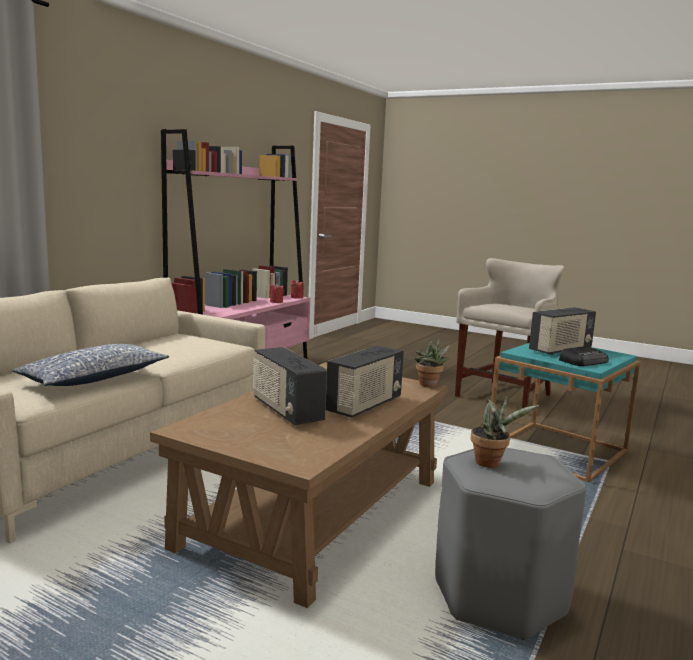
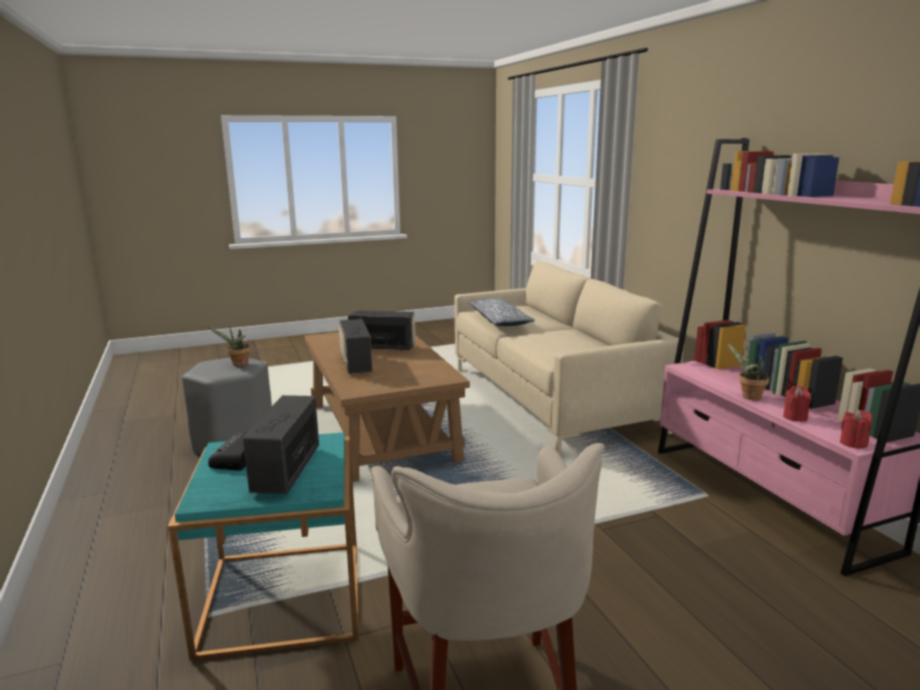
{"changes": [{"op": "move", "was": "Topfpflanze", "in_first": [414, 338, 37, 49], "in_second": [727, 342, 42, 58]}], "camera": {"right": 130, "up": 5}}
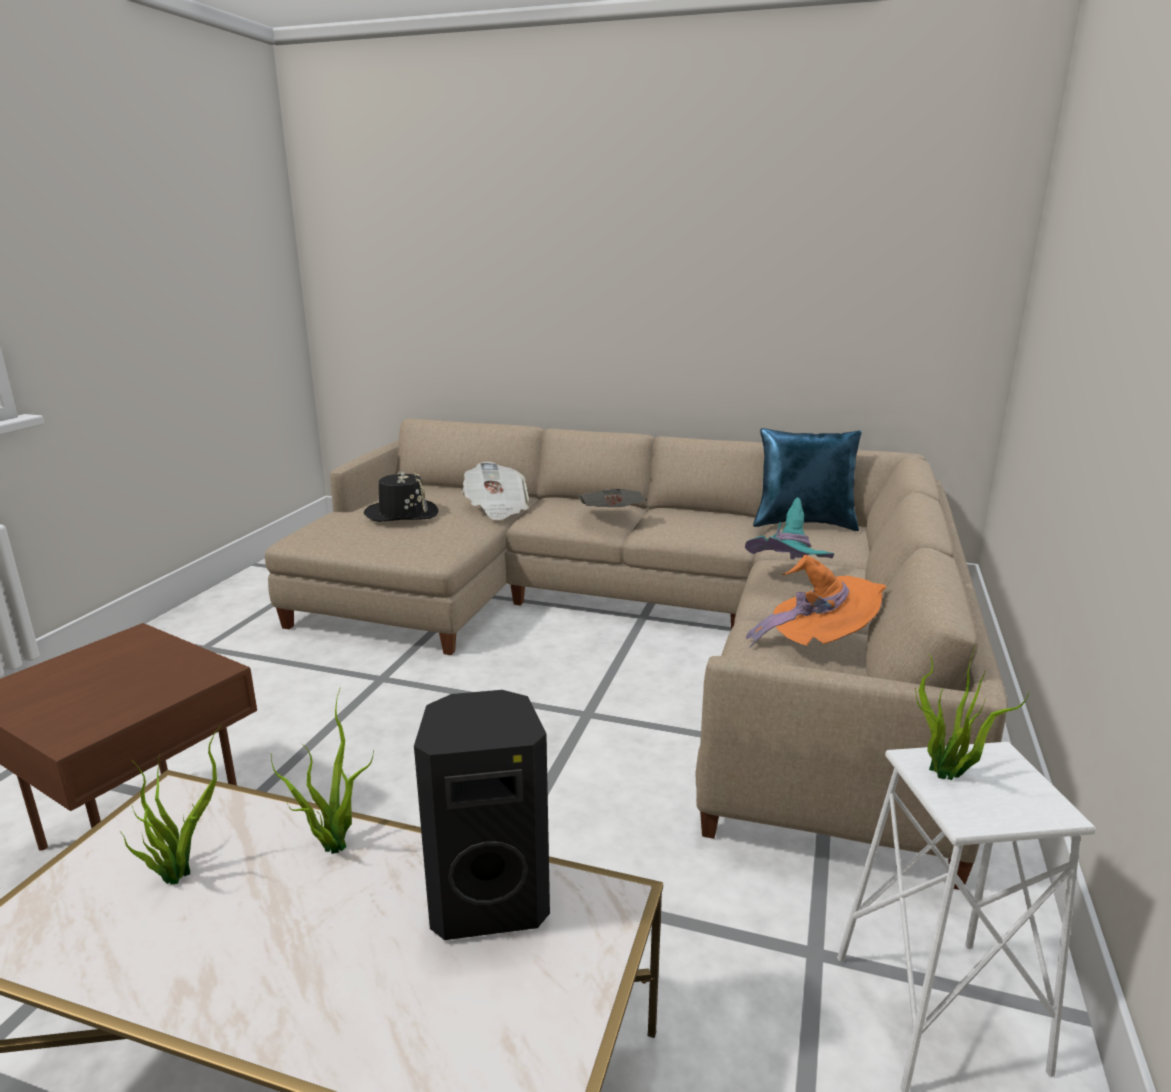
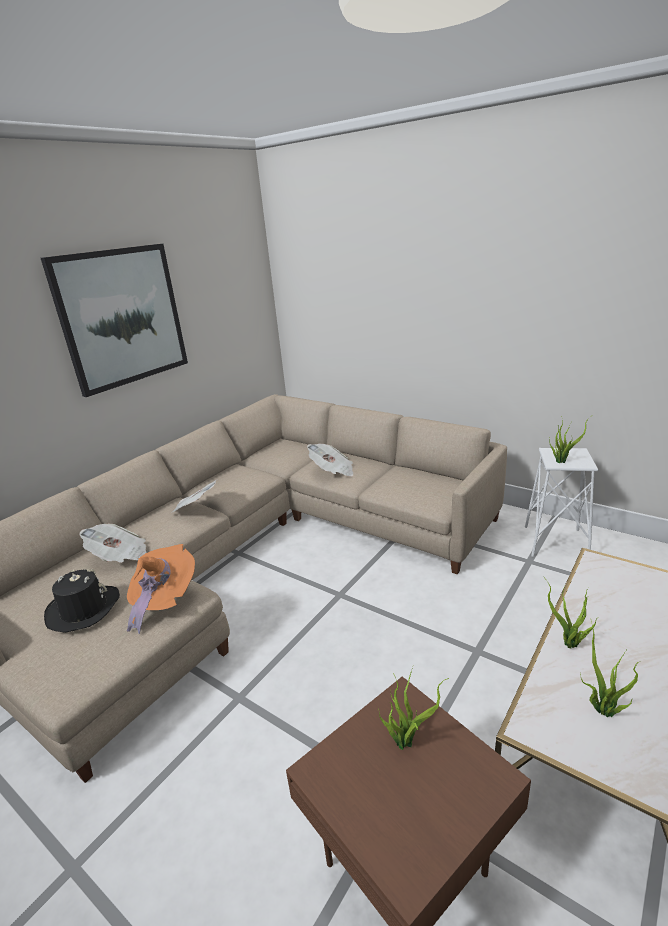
{"changes": [{"op": "insert", "now": "Bild", "in_second": [41, 244, 147, 153]}, {"op": "move", "was": "Hut (orange)", "in_first": [746, 555, 141, 93], "in_second": [127, 544, 68, 90]}, {"op": "replace", "was": "Hut (türkis)", "now": "Zeitung", "in_first": [745, 497, 89, 63], "in_second": [307, 444, 46, 33]}, {"op": "insert", "now": "Topfpflanze", "in_second": [378, 667, 71, 83]}, {"op": "delete", "was": "Lautsprecher (schwarz)", "in_first": [414, 690, 136, 250]}, {"op": "delete", "was": "Kissen (blau)", "in_first": [753, 428, 109, 103]}], "camera": {"right": -70, "up": 5}}
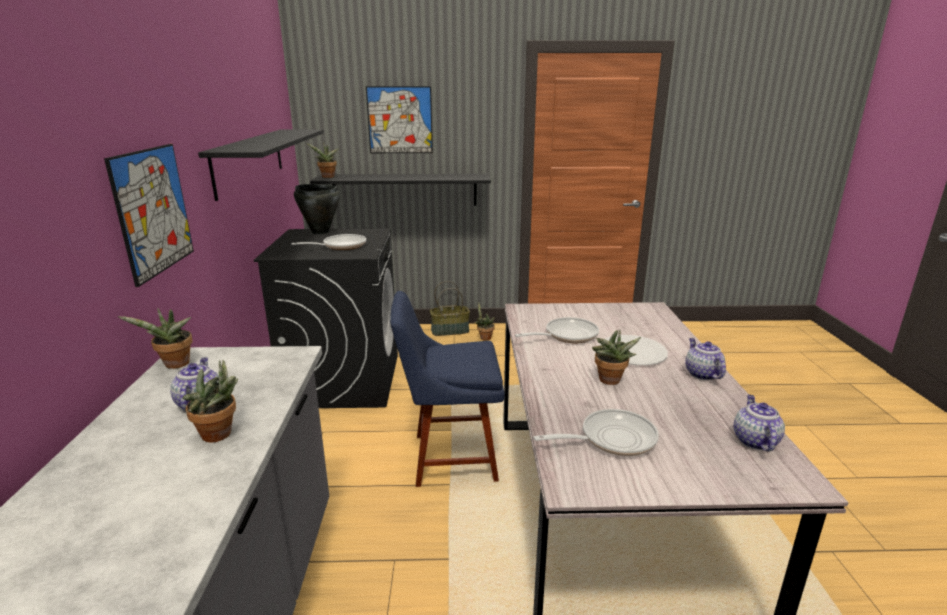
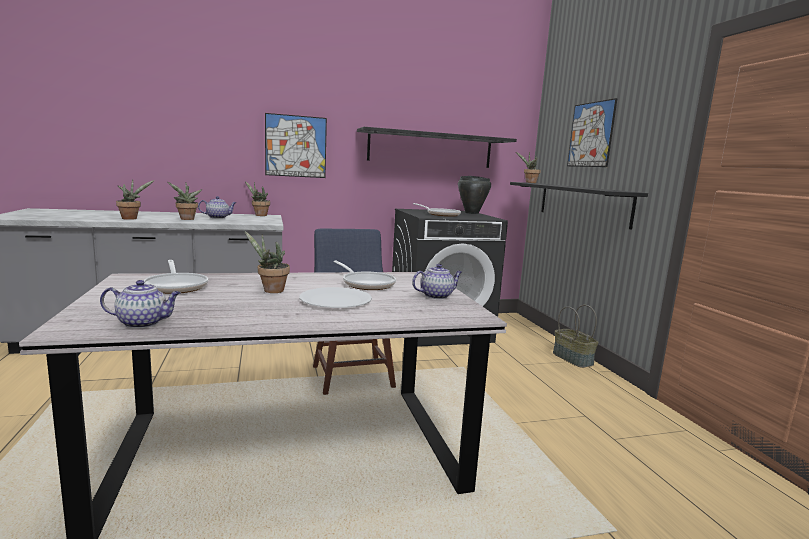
{"changes": [{"op": "move", "was": "Topfpflanze", "in_first": [474, 302, 21, 38], "in_second": [116, 179, 39, 41]}, {"op": "move", "was": "Teekanne", "in_first": [685, 338, 41, 42], "in_second": [412, 264, 50, 35]}], "camera": {"right": 75, "up": -10}}
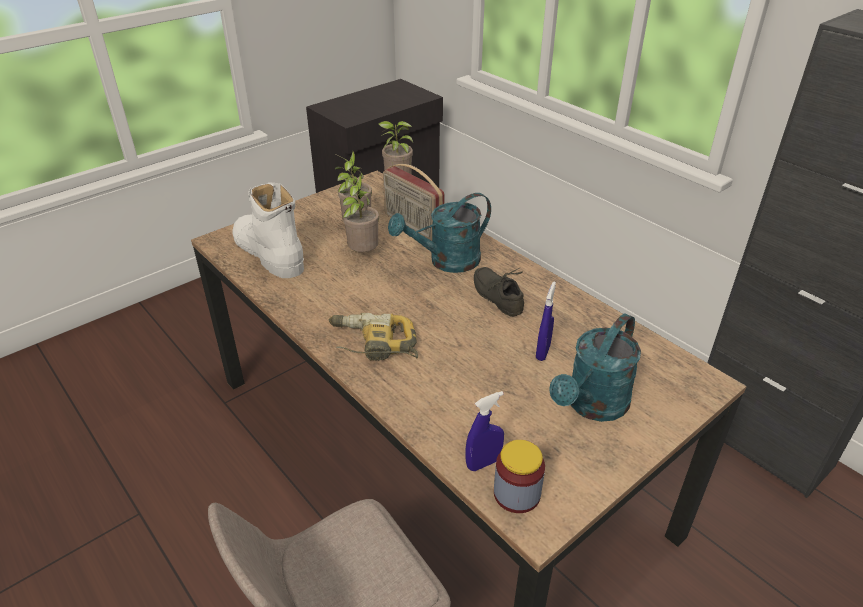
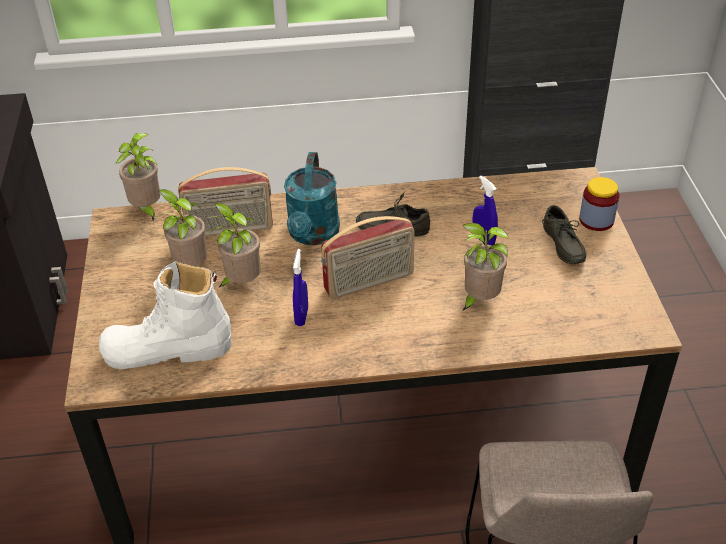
{"changes": [{"op": "move", "was": "Sprühflasche (blau)", "in_first": [465, 391, 39, 80], "in_second": [293, 249, 15, 77]}, {"op": "insert", "now": "Radio", "in_second": [321, 216, 94, 83]}, {"op": "insert", "now": "Topfpflanze", "in_second": [462, 223, 46, 88]}, {"op": "replace", "was": "Gießkanne (türkis)", "now": "Schuh (grau)", "in_first": [549, 314, 92, 108], "in_second": [542, 205, 44, 59]}, {"op": "move", "was": "Vorratsglas", "in_first": [494, 440, 51, 73], "in_second": [579, 177, 40, 54]}, {"op": "delete", "was": "Bohrmaschine", "in_first": [329, 313, 89, 48]}], "camera": {"right": -55, "up": 5}}
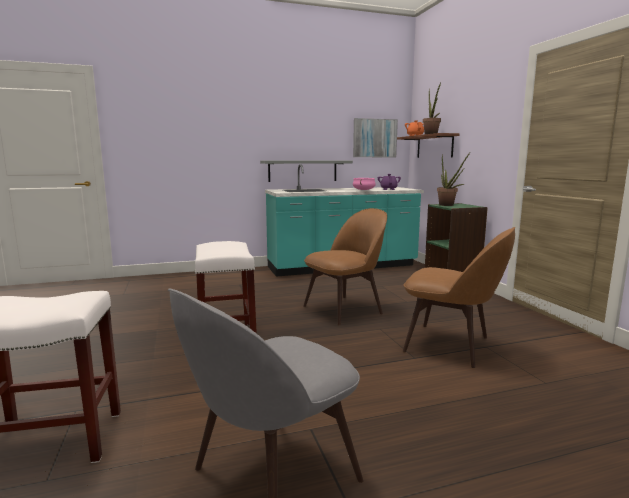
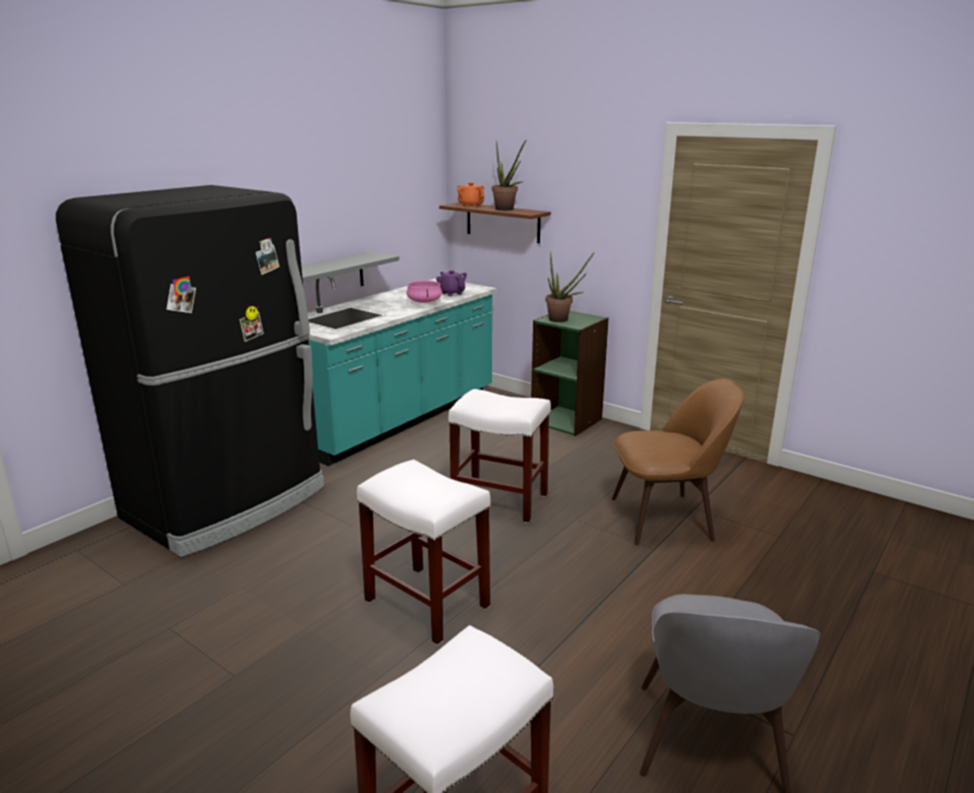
{"changes": [{"op": "insert", "now": "Kühlschrank (schwarz)", "in_second": [56, 185, 268, 372]}, {"op": "replace", "was": "Stuhl (braun)", "now": "Hocker (weiß)", "in_first": [303, 208, 84, 117], "in_second": [448, 389, 103, 134]}, {"op": "delete", "was": "Bild", "in_first": [353, 118, 45, 39]}], "camera": {"right": -35, "up": 10}}
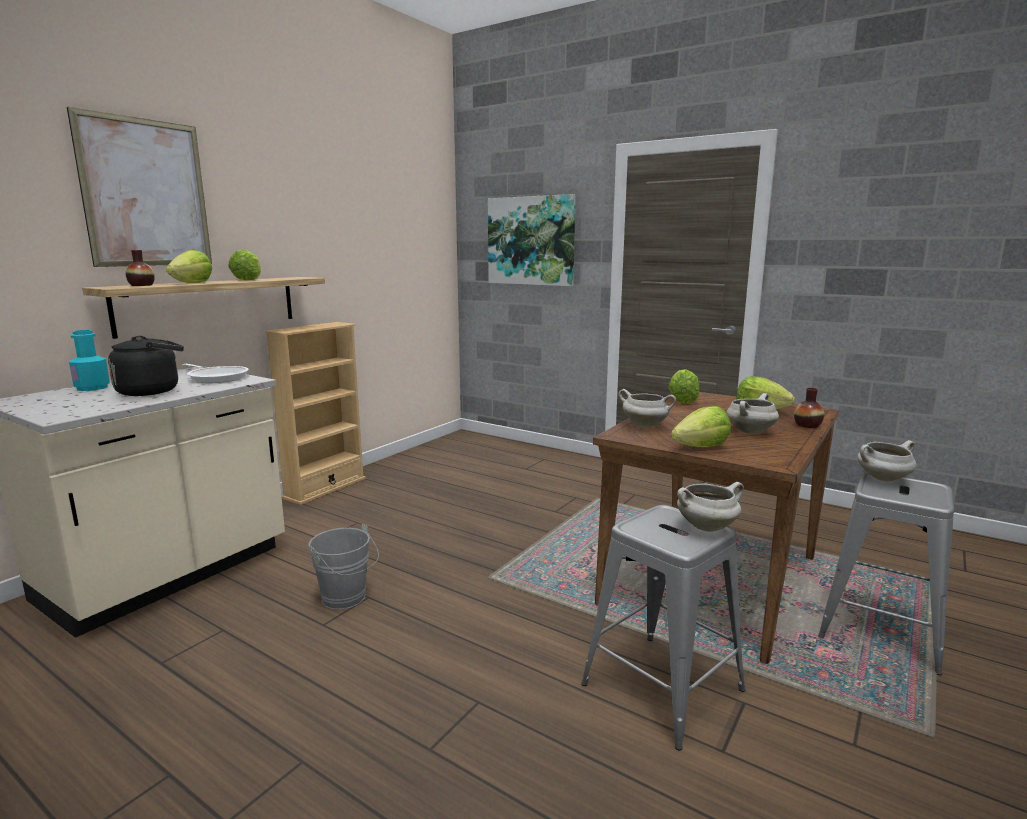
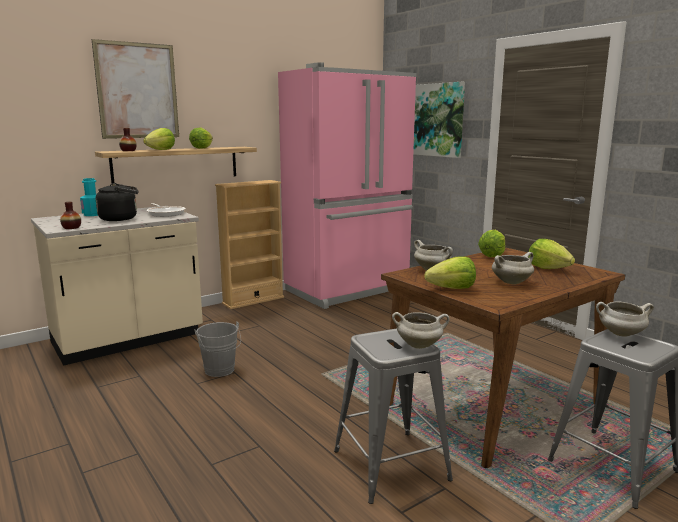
{"changes": [{"op": "move", "was": "Vase", "in_first": [794, 388, 30, 40], "in_second": [60, 202, 21, 27]}, {"op": "insert", "now": "Kühlschrank (rosa)", "in_second": [278, 62, 139, 247]}], "camera": {"right": 20, "up": 0}}
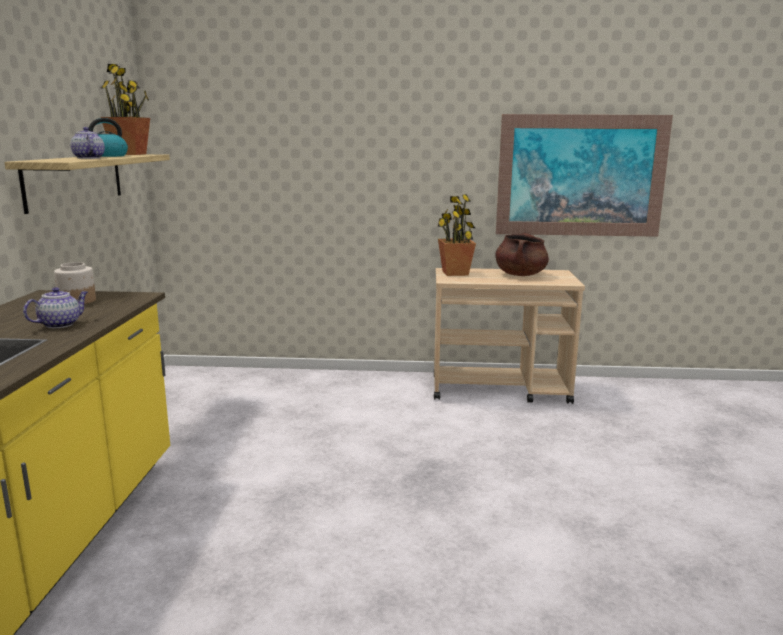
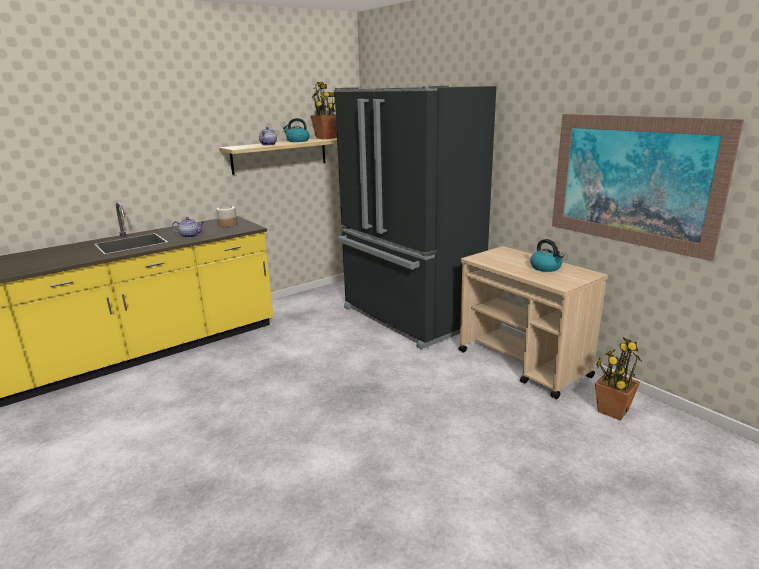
{"changes": [{"op": "insert", "now": "Kühlschrank (schwarz)", "in_second": [334, 86, 162, 263]}, {"op": "replace", "was": "Kochtopf (braun)", "now": "Wasserkessel", "in_first": [495, 233, 54, 43], "in_second": [530, 239, 34, 33]}, {"op": "move", "was": "Topfpflanze", "in_first": [437, 194, 39, 82], "in_second": [595, 338, 46, 83]}], "camera": {"right": 50, "up": 5}}
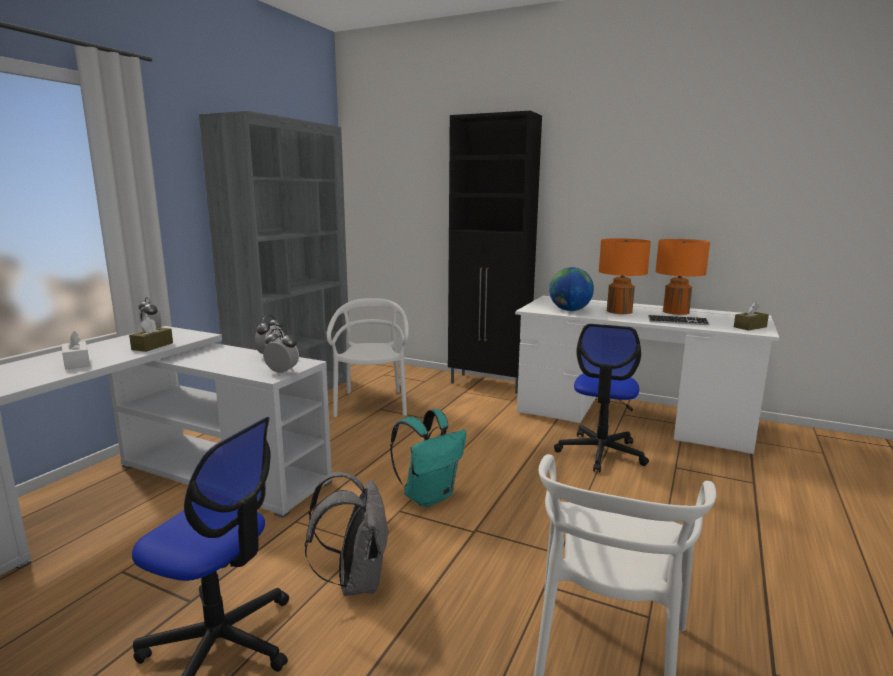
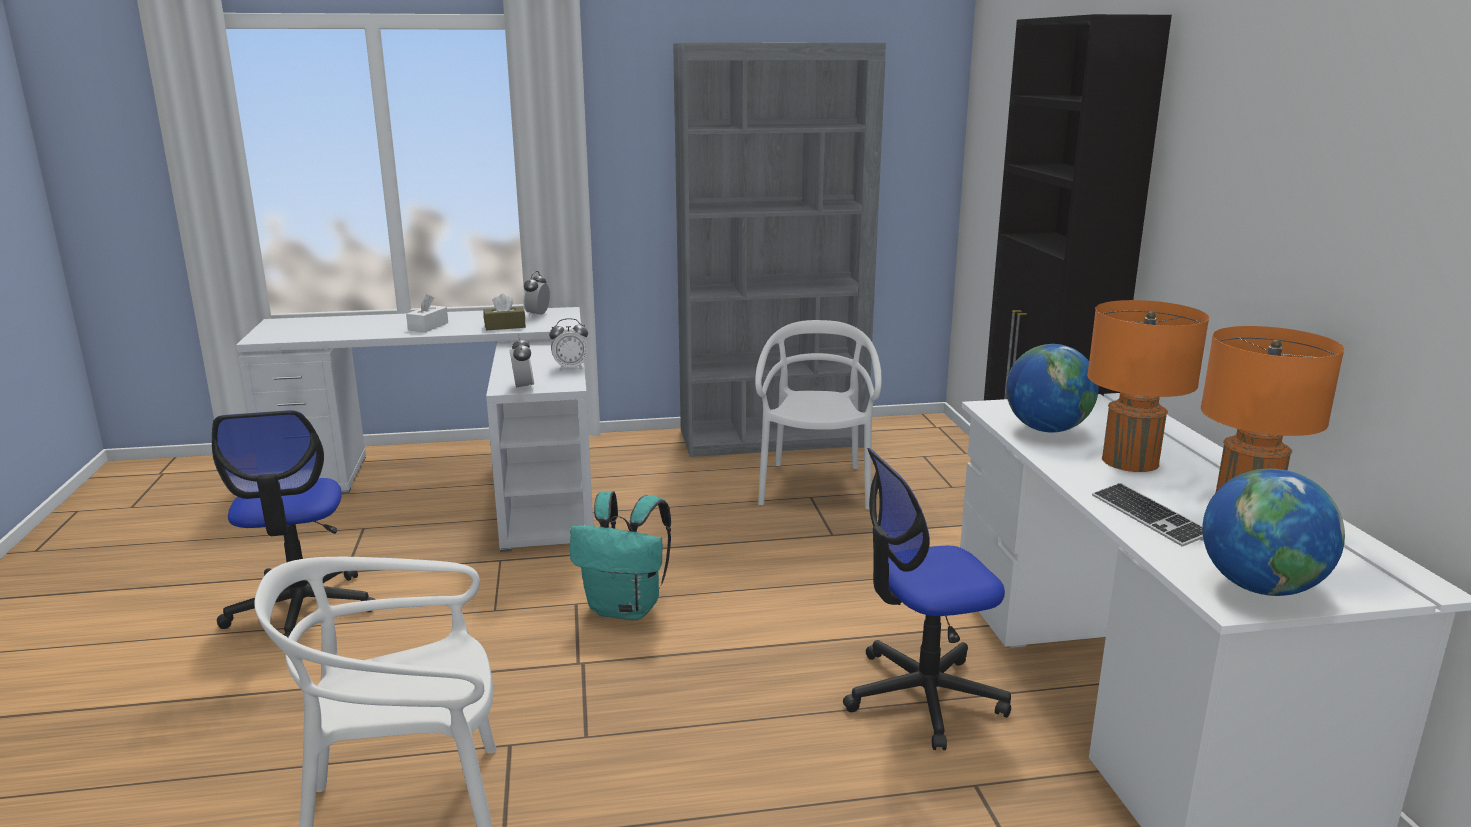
{"changes": [{"op": "rotate", "was": "Stuhl (weiß)", "in_first": [327, 298, 82, 119], "in_second": [755, 320, 127, 190], "clockwise": -45}, {"op": "replace", "was": "Taschentuchbox (braun)", "now": "Globus", "in_first": [734, 302, 35, 28], "in_second": [1202, 469, 143, 127]}, {"op": "delete", "was": "Rucksack (grau)", "in_first": [305, 472, 84, 124]}], "camera": {"right": 55, "up": 5}}
